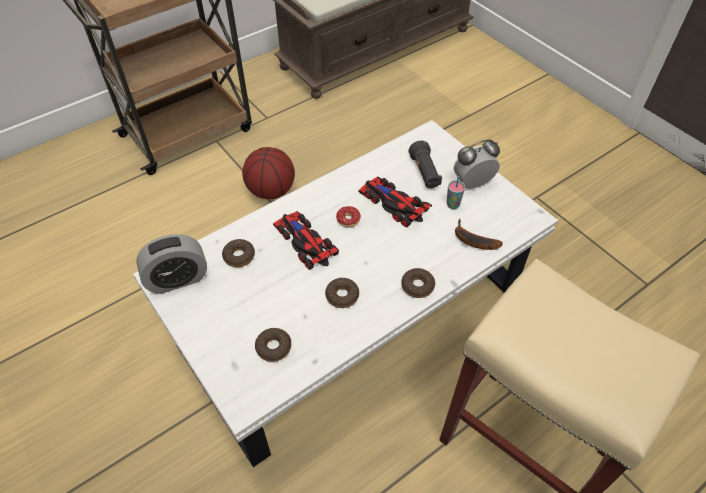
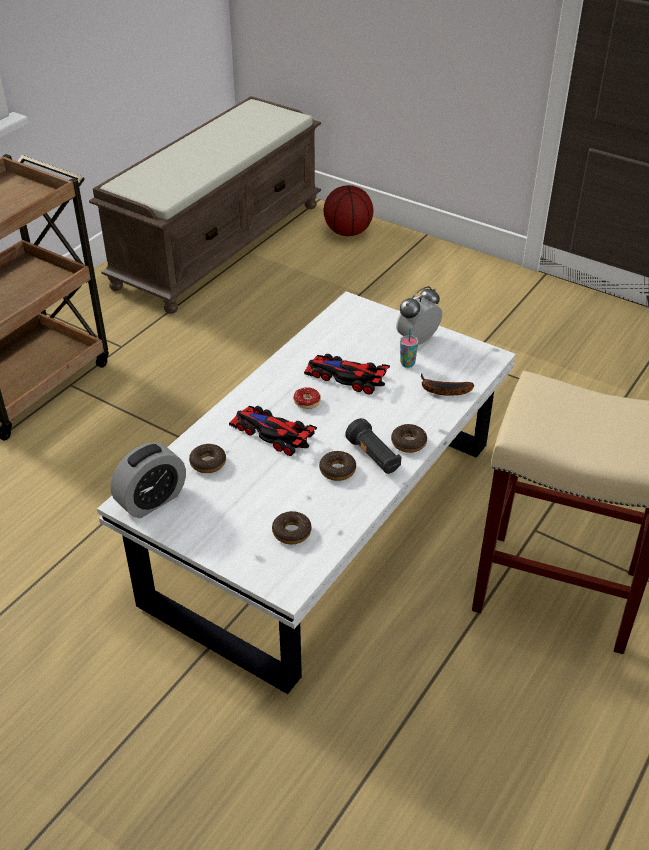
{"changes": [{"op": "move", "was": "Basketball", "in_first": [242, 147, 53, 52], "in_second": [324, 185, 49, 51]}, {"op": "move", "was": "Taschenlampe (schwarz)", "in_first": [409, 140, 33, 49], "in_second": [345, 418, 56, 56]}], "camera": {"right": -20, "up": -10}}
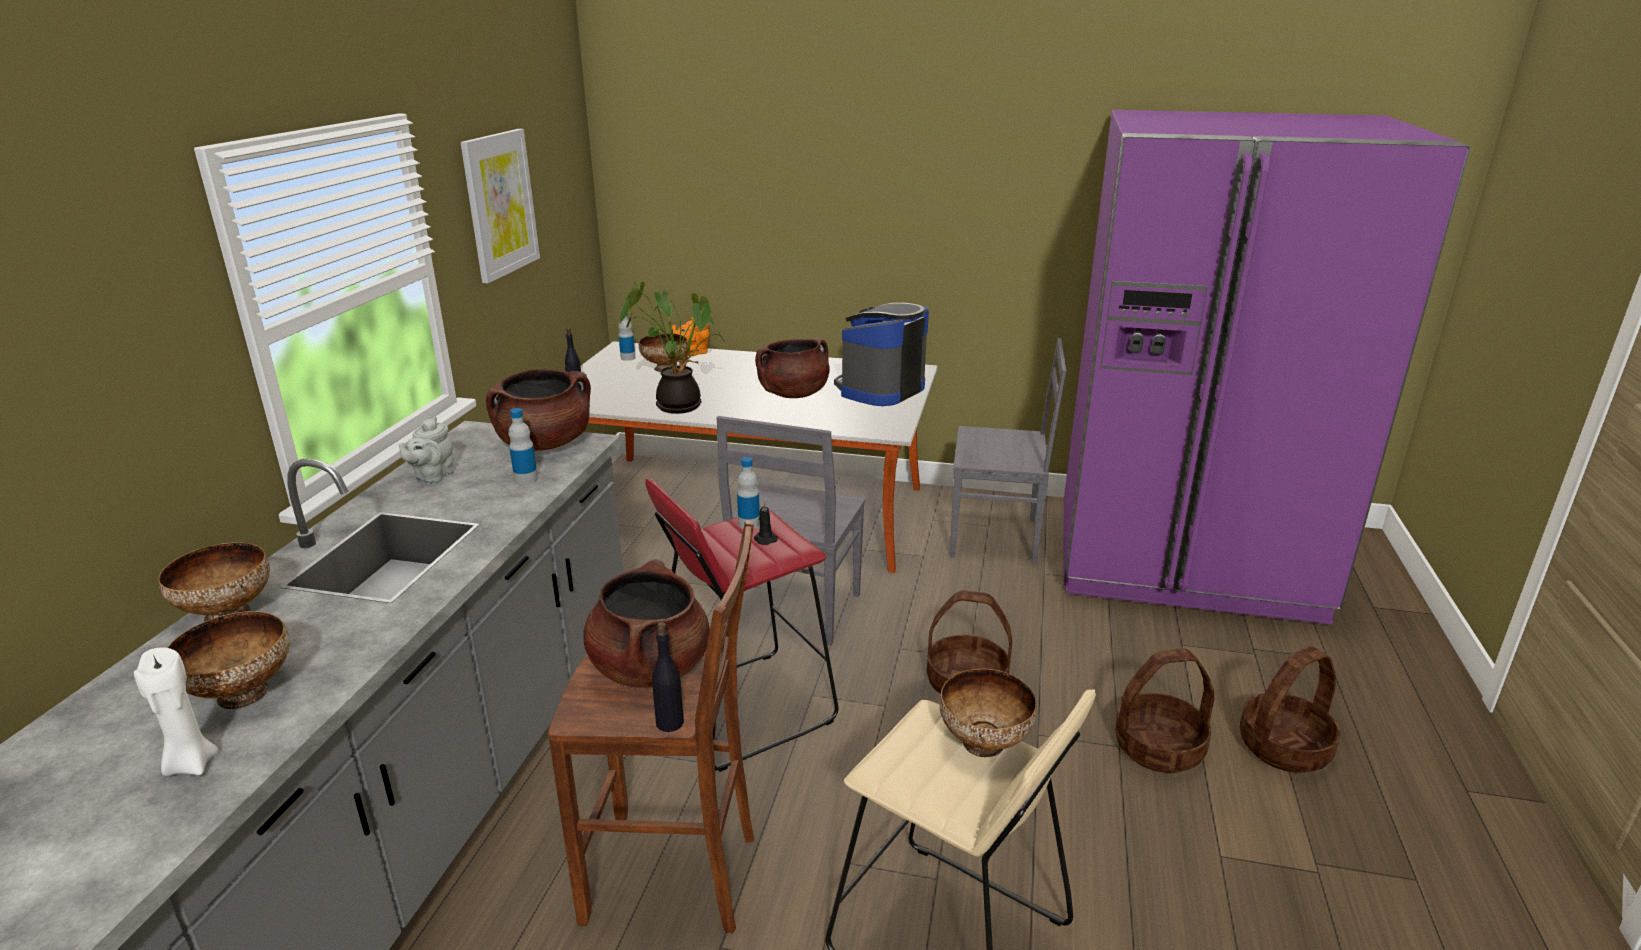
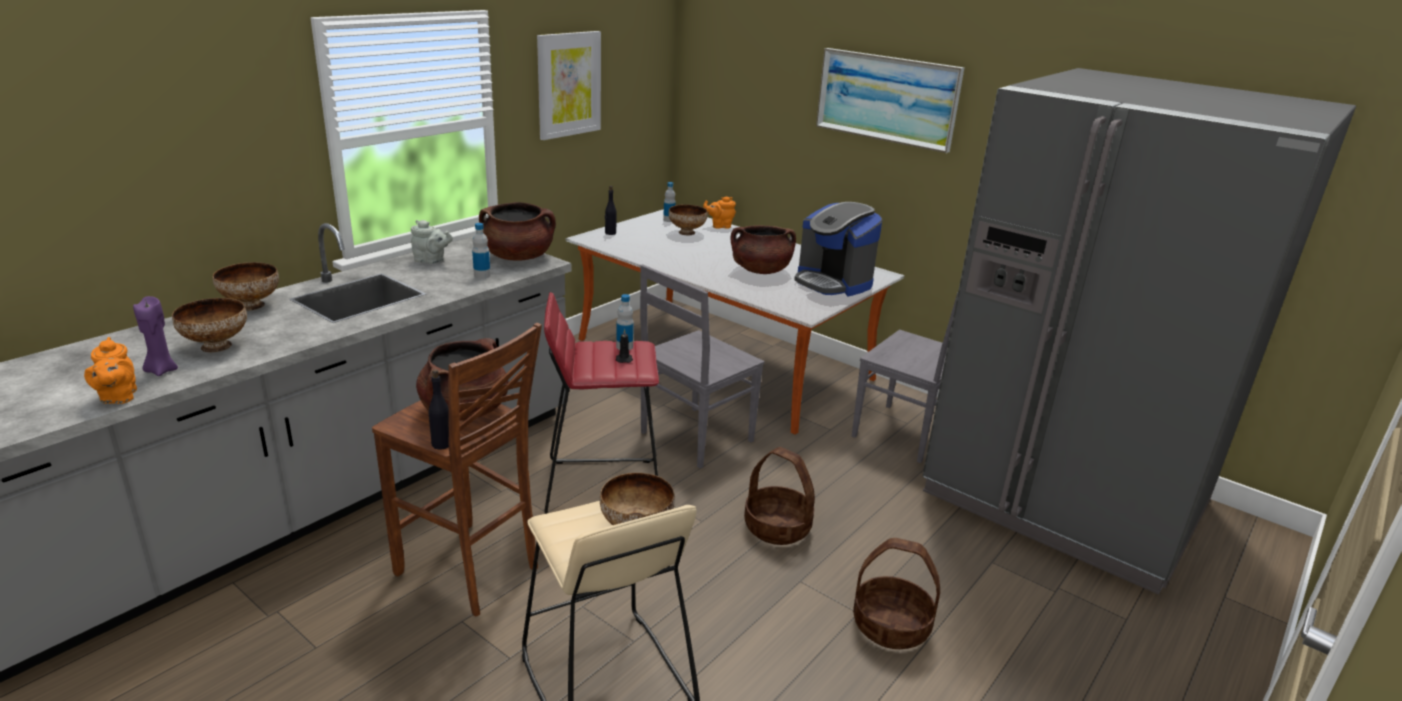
{"changes": [{"op": "insert", "now": "Teekanne (orange)", "in_second": [84, 337, 53, 67]}, {"op": "recolor", "was": "Kerze (weiß)", "now": "Kerze (lila)", "in_first": [134, 647, 85, 129], "in_second": [133, 296, 45, 80]}, {"op": "rotate", "was": "Teekanne (grau)", "in_first": [398, 416, 56, 68], "in_second": [411, 220, 42, 44], "clockwise": -120}, {"op": "rotate", "was": "Kaffeemaschine", "in_first": [834, 303, 95, 103], "in_second": [794, 202, 88, 94], "clockwise": -105}, {"op": "insert", "now": "Bild", "in_second": [816, 48, 148, 105]}, {"op": "recolor", "was": "Kühlschrank (lila)", "now": "Kühlschrank (grau)", "in_first": [1063, 110, 408, 515], "in_second": [923, 68, 433, 527]}, {"op": "delete", "was": "Topfpflanze", "in_first": [620, 281, 106, 133]}, {"op": "delete", "was": "Korb", "in_first": [1240, 646, 101, 127]}], "camera": {"right": 25, "up": 0}}
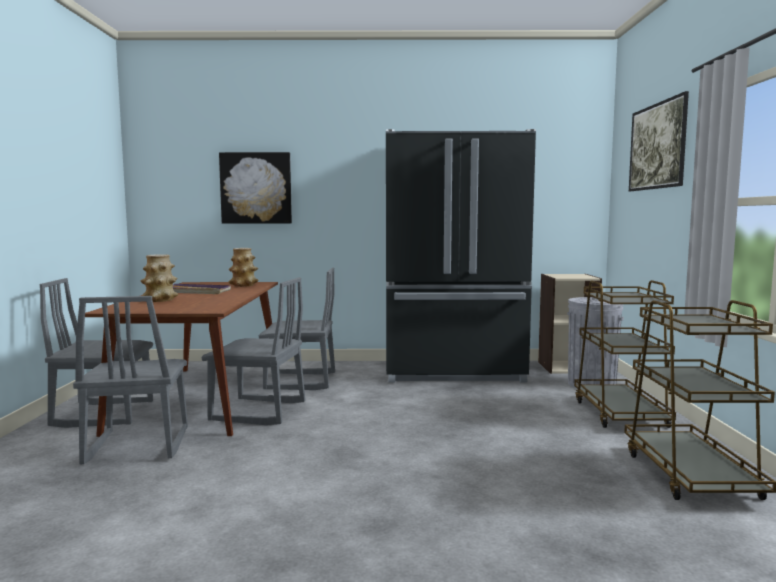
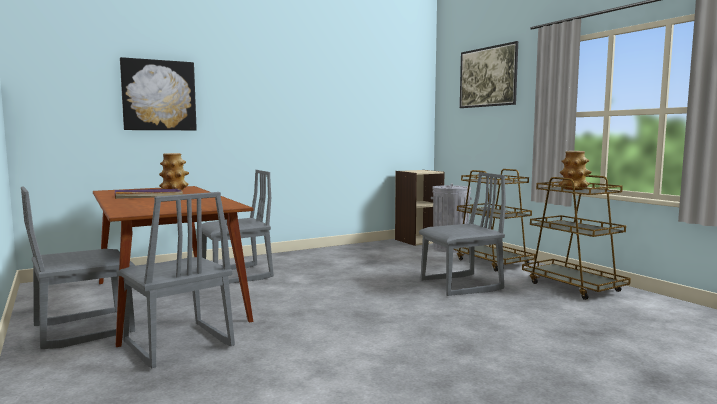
{"changes": [{"op": "move", "was": "Stuhl (grau)", "in_first": [201, 277, 104, 148], "in_second": [419, 172, 87, 124]}, {"op": "move", "was": "Vase", "in_first": [140, 254, 39, 48], "in_second": [558, 151, 34, 39]}, {"op": "delete", "was": "Kühlschrank (schwarz)", "in_first": [386, 129, 150, 254]}], "camera": {"right": -30, "up": 0}}
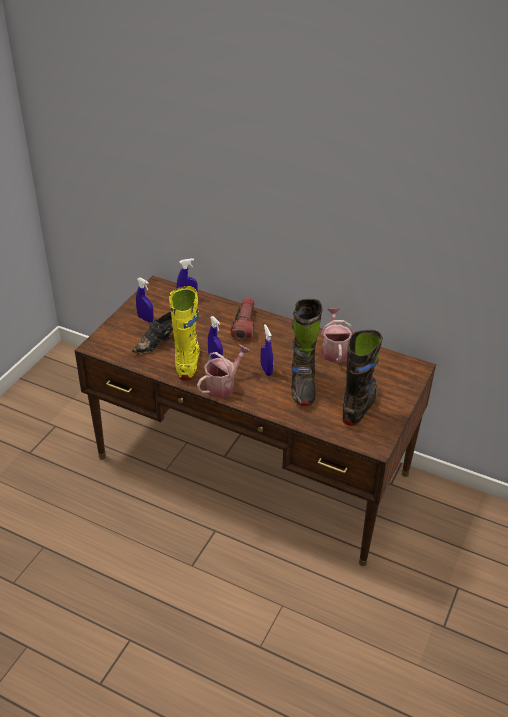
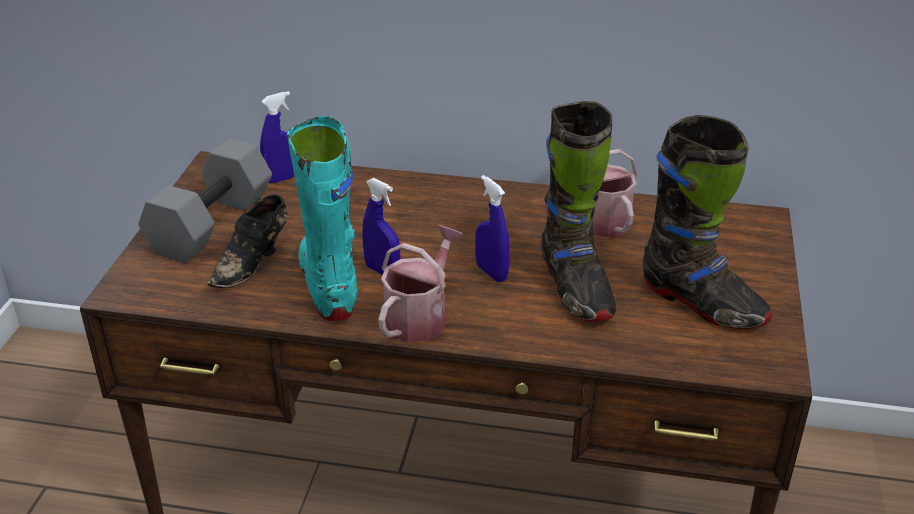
{"changes": [{"op": "replace", "was": "Sprühflasche (blau)", "now": "Hantel (grau)", "in_first": [136, 278, 17, 45], "in_second": [139, 138, 133, 125]}, {"op": "recolor", "was": "Stiefel (gelb)", "now": "Stiefel (türkis)", "in_first": [169, 286, 31, 95], "in_second": [287, 116, 71, 205]}, {"op": "rotate", "was": "Stiefel (schwarz)", "in_first": [343, 330, 40, 96], "in_second": [643, 115, 130, 214], "clockwise": 120}, {"op": "delete", "was": "Taschenlampe", "in_first": [231, 298, 24, 42]}], "camera": {"right": -15, "up": -5}}
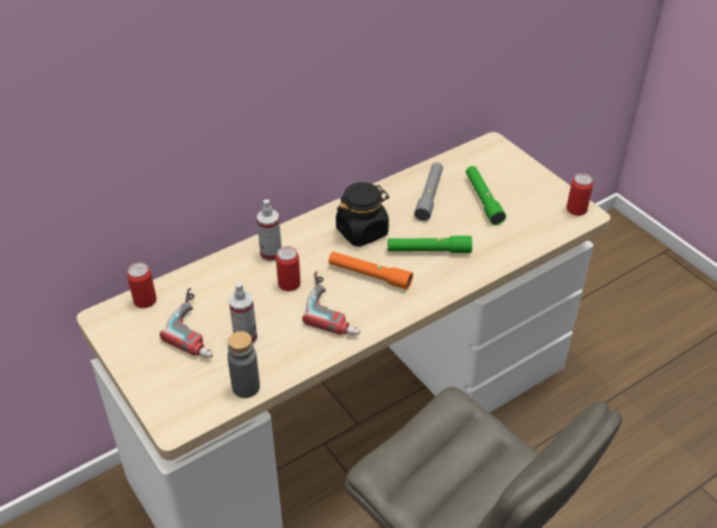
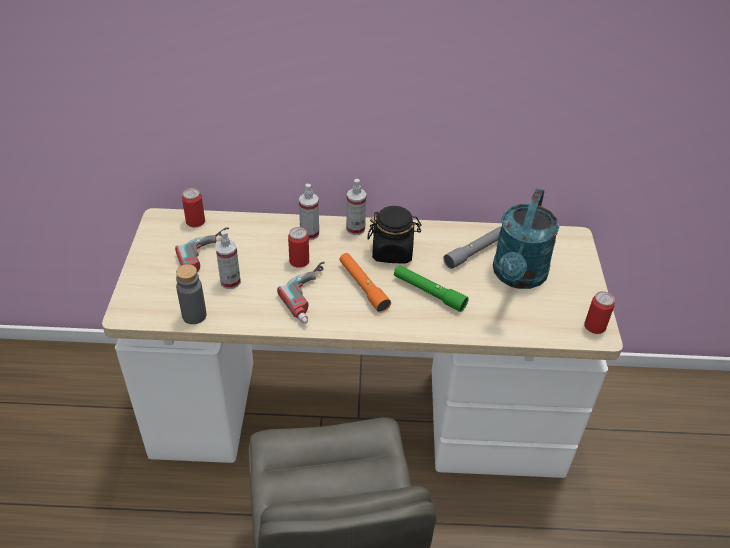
{"changes": [{"op": "insert", "now": "Sprühflasche", "in_second": [346, 179, 21, 56]}, {"op": "replace", "was": "Taschenlampe (grün)", "now": "Gießkanne (türkis)", "in_first": [466, 166, 40, 59], "in_second": [493, 188, 66, 101]}], "camera": {"right": 35, "up": 0}}
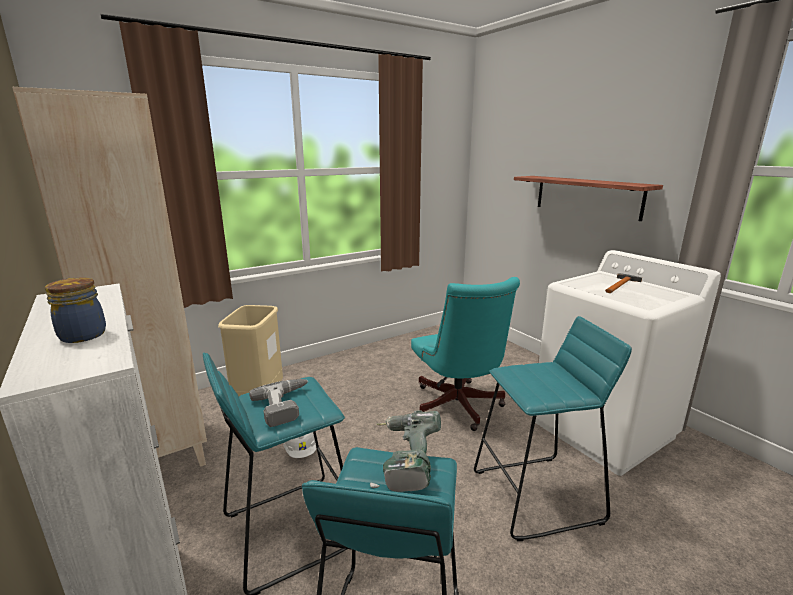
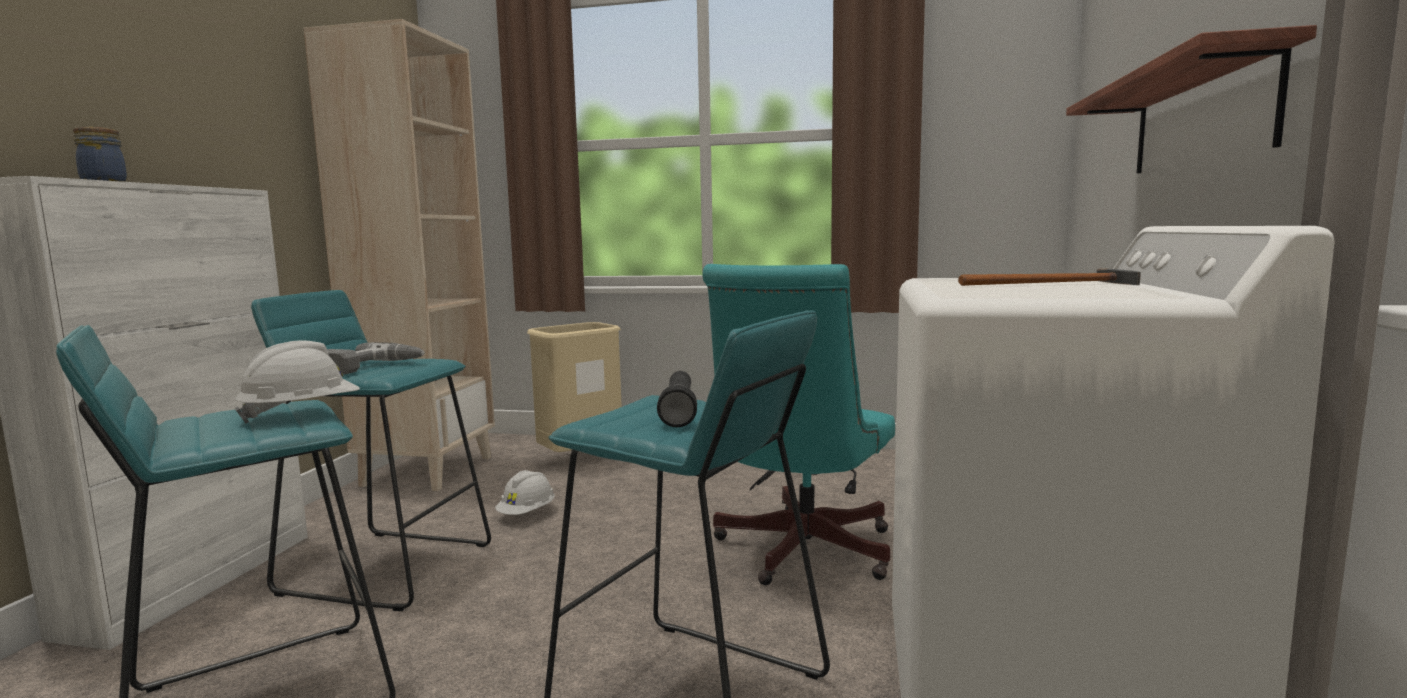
{"changes": [{"op": "replace", "was": "Bohrmaschine", "now": "Schutzhelm (weiß)", "in_first": [370, 410, 71, 82], "in_second": [235, 340, 125, 83]}, {"op": "insert", "now": "Taschenlampe (schwarz)", "in_second": [657, 371, 40, 56]}], "camera": {"right": 45, "up": -10}}
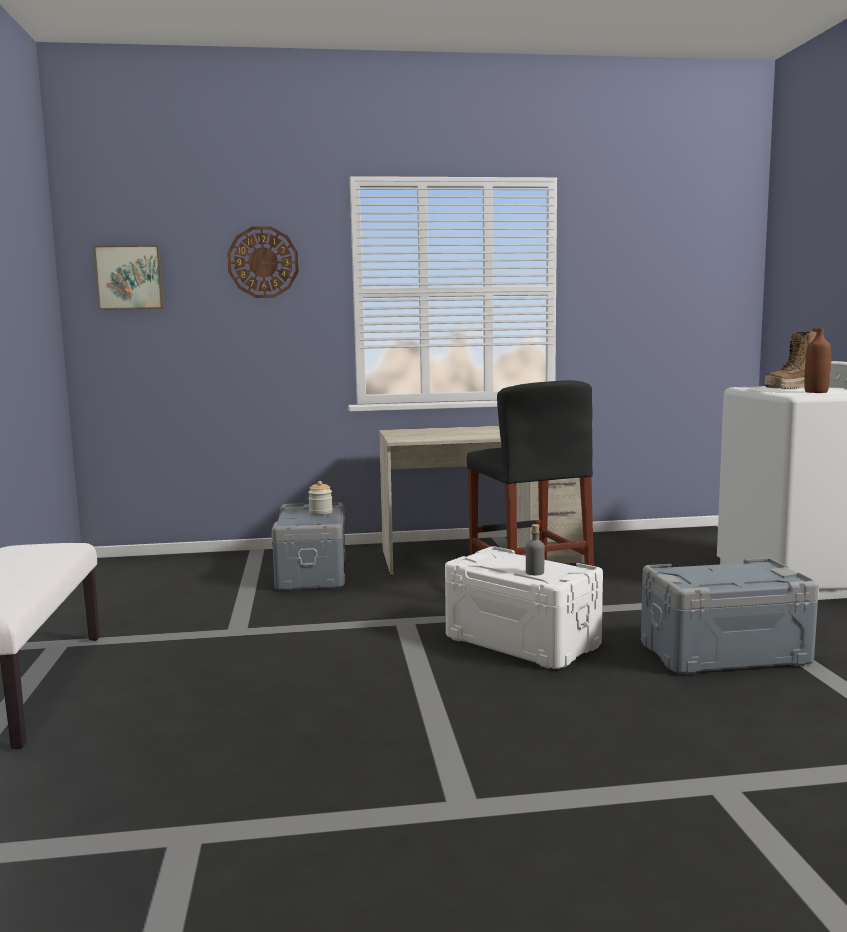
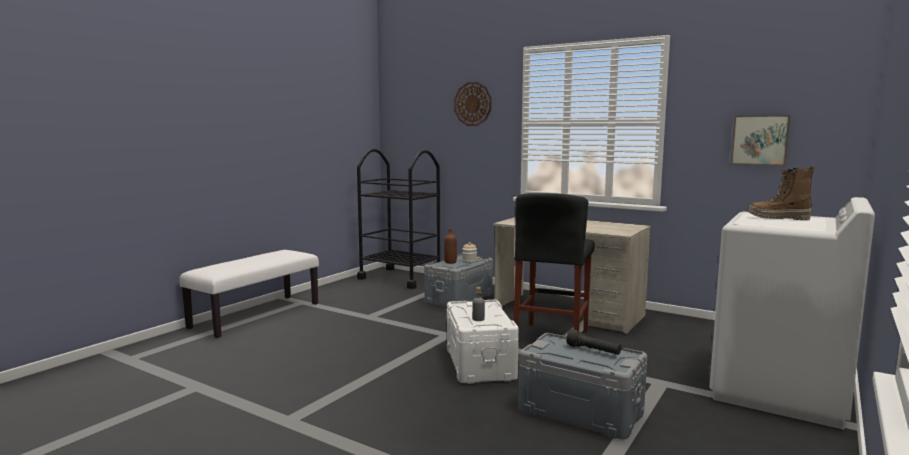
{"changes": [{"op": "insert", "now": "Rollwagen (schwarz)", "in_second": [357, 149, 83, 140]}, {"op": "move", "was": "Flasche (braun)", "in_first": [804, 328, 27, 65], "in_second": [444, 228, 13, 36]}, {"op": "insert", "now": "Taschenlampe (schwarz)", "in_second": [566, 329, 55, 26]}, {"op": "move", "was": "Bild", "in_first": [93, 245, 71, 65], "in_second": [731, 115, 59, 51]}], "camera": {"right": 40, "up": 0}}
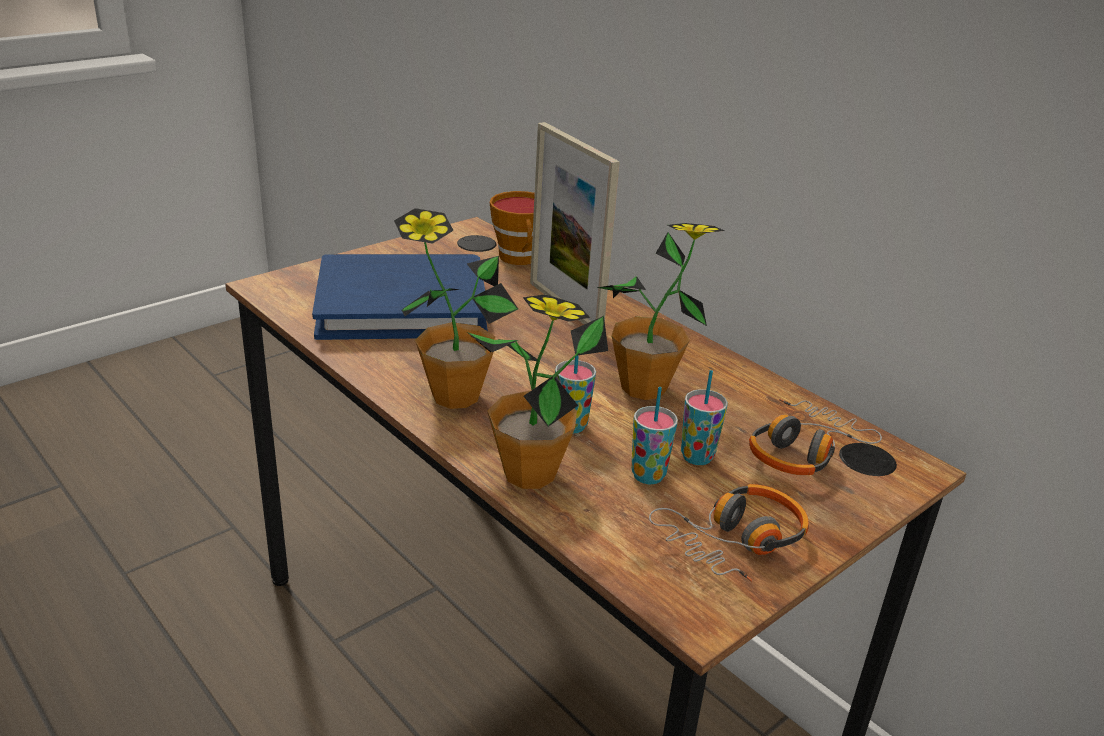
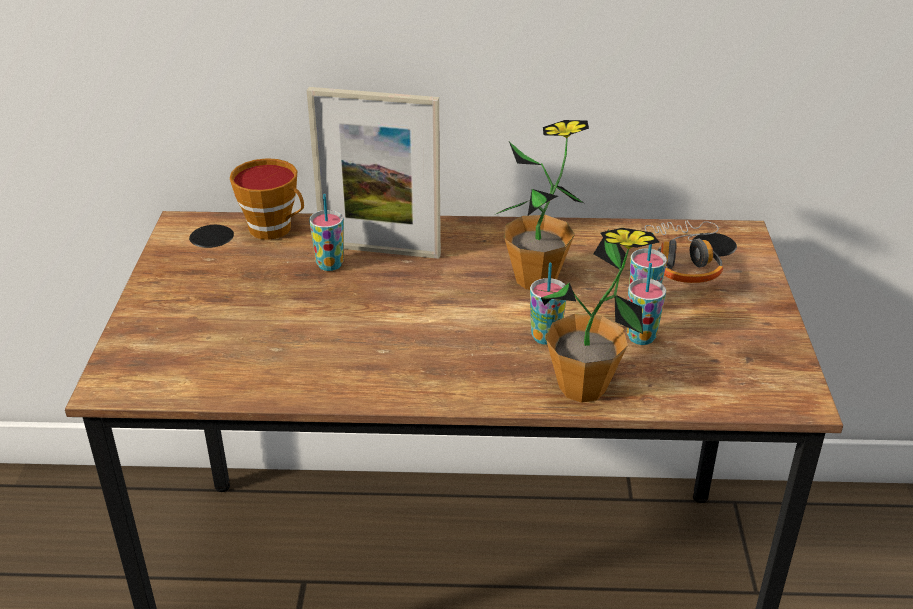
{"changes": [{"op": "insert", "now": "Tasse", "in_second": [309, 194, 35, 77]}, {"op": "delete", "was": "Buch (blau)", "in_first": [312, 254, 176, 86]}, {"op": "delete", "was": "Topfpflanze", "in_first": [394, 208, 124, 201]}, {"op": "delete", "was": "Kopfhörer", "in_first": [649, 484, 159, 98]}], "camera": {"right": -45, "up": 5}}
